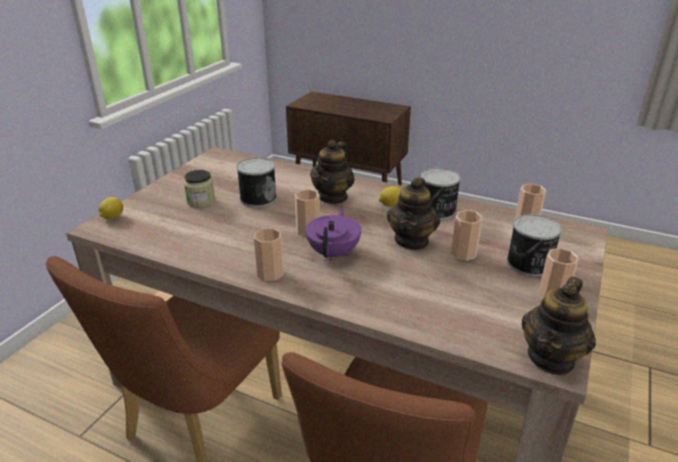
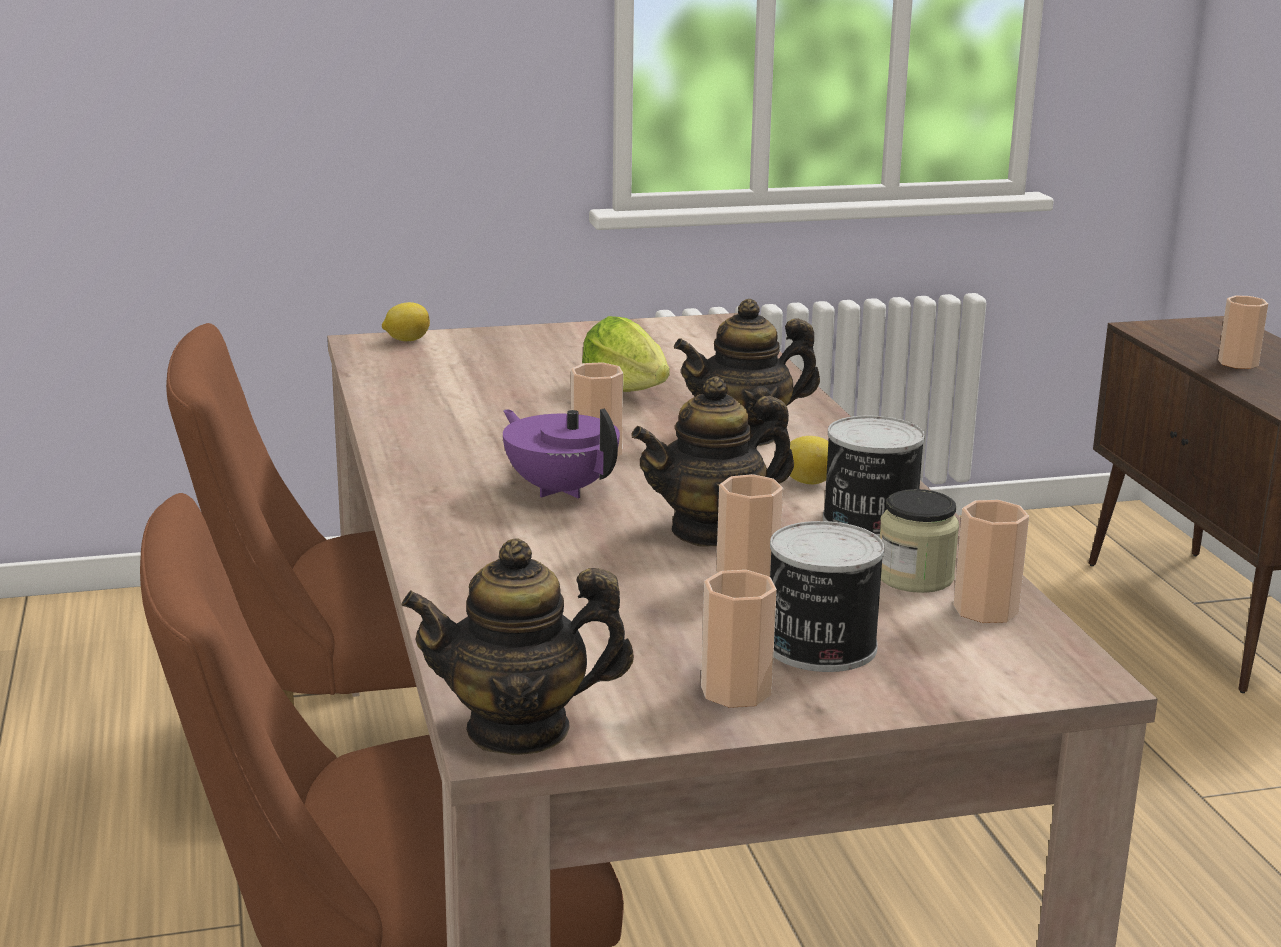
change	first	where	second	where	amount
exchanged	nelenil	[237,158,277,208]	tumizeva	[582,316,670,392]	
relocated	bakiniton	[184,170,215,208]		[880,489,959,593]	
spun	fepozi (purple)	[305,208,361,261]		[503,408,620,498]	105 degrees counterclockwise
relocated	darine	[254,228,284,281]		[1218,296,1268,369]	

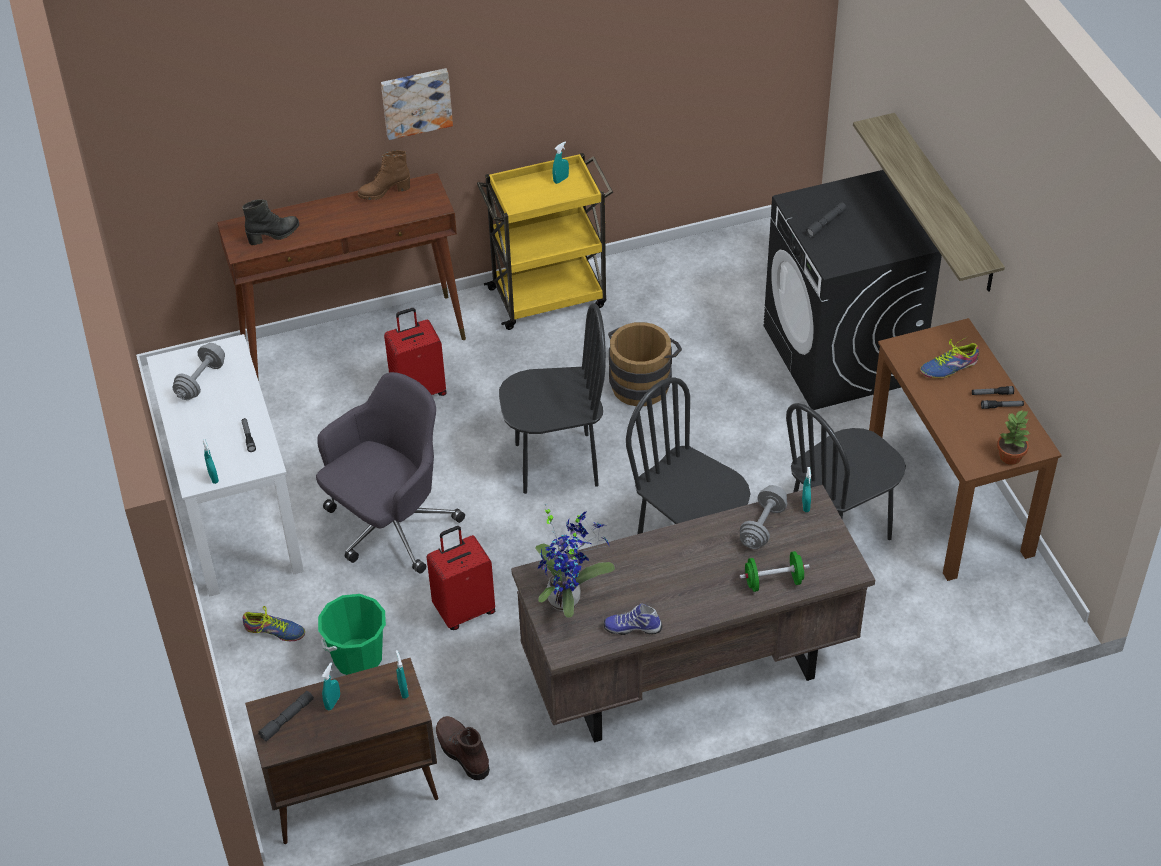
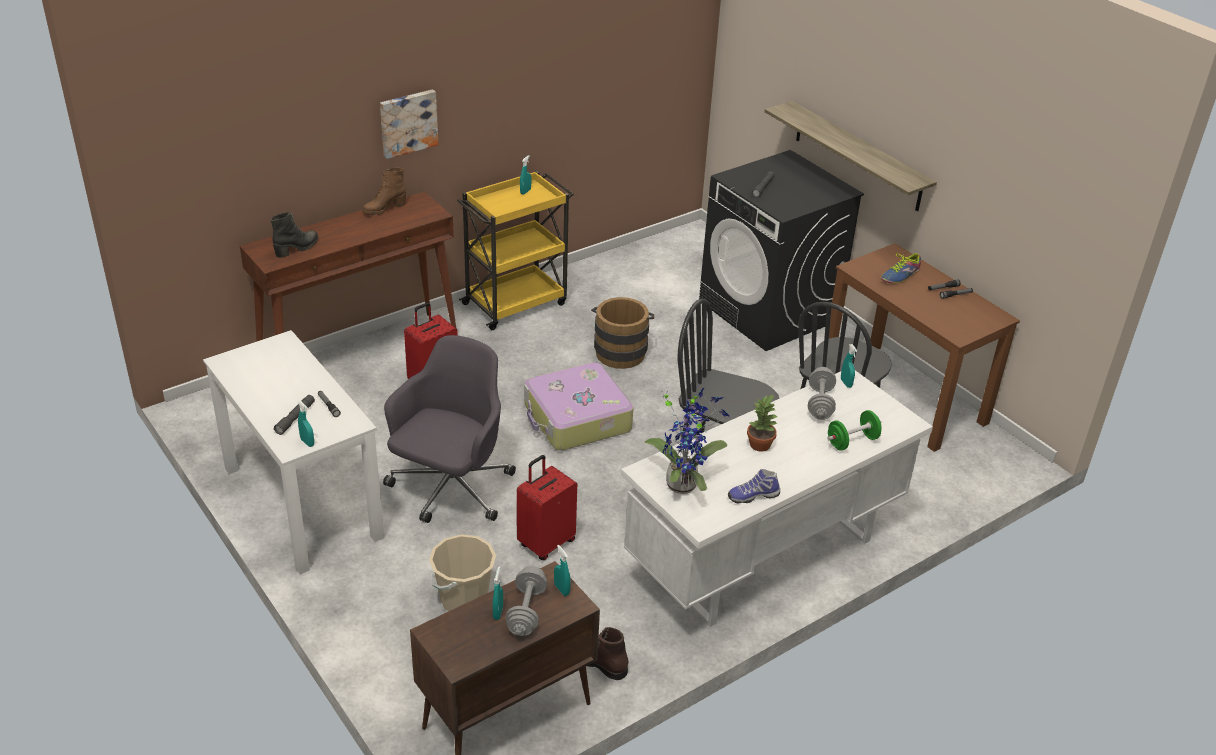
change	first	where	second	where	amount
exchanged	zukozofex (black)	[499,303,606,494]	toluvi	[524,362,633,451]	
relocated	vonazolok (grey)	[173,343,225,400]		[505,566,547,636]	
relocated	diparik	[997,409,1031,465]		[747,394,778,452]	
colour	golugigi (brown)	[511,485,875,742]	golugigi (white)	[621,370,933,627]	
colour	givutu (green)	[318,594,386,675]	givutu (beige)	[429,534,496,611]	
missing	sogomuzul	[243,606,305,641]			
relocated	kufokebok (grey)	[258,691,314,741]		[274,395,315,435]	

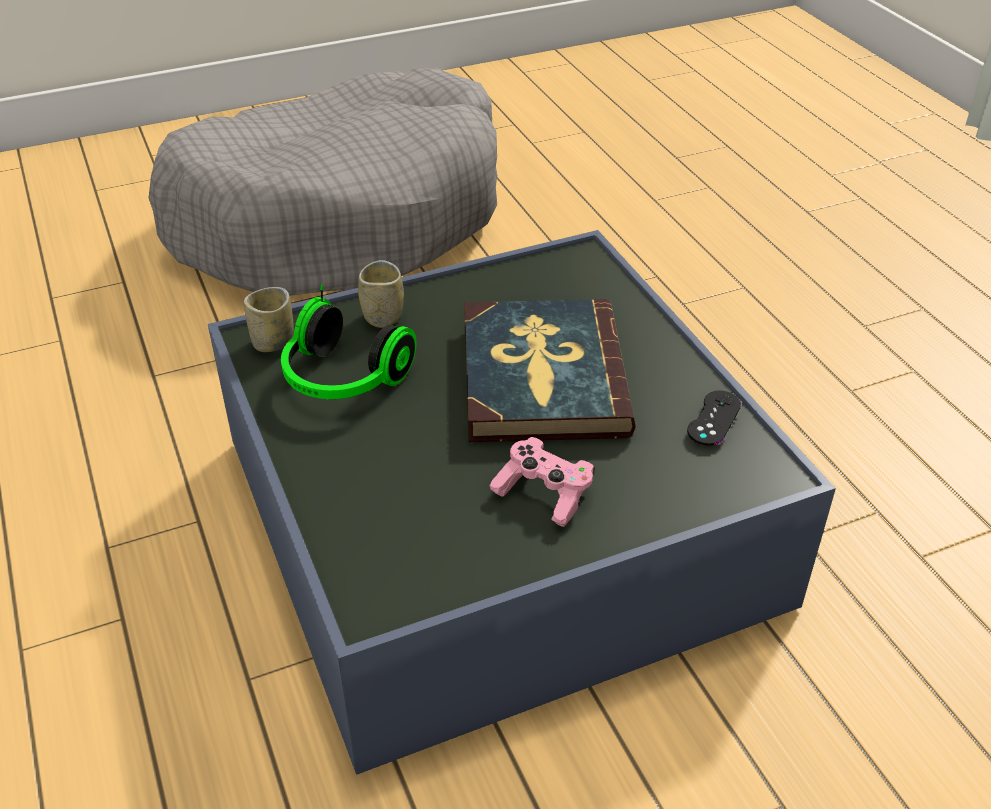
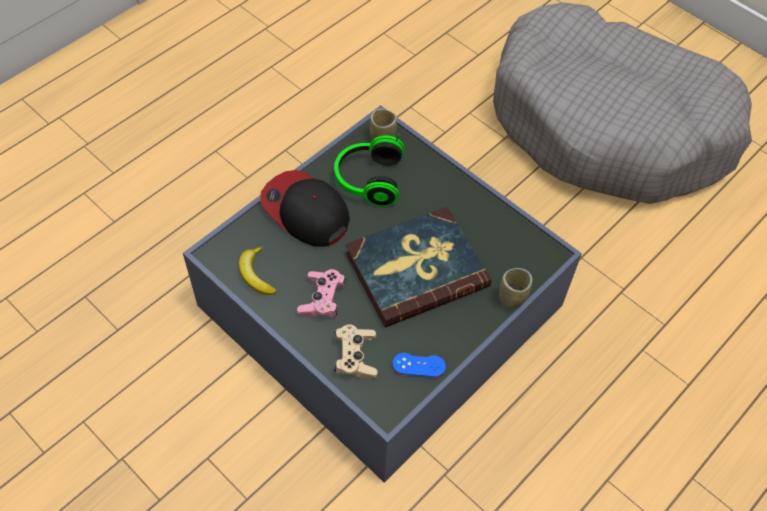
change	first	where	second	where	amount
relocated	darine	[358,260,404,328]		[499,268,532,307]	
colour	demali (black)	[687,391,741,446]	demali (blue)	[392,353,446,377]	
appeared			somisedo	[260,170,350,247]	
appeared			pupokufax	[239,246,276,295]	
appeared			demali (beige)	[334,324,377,379]	

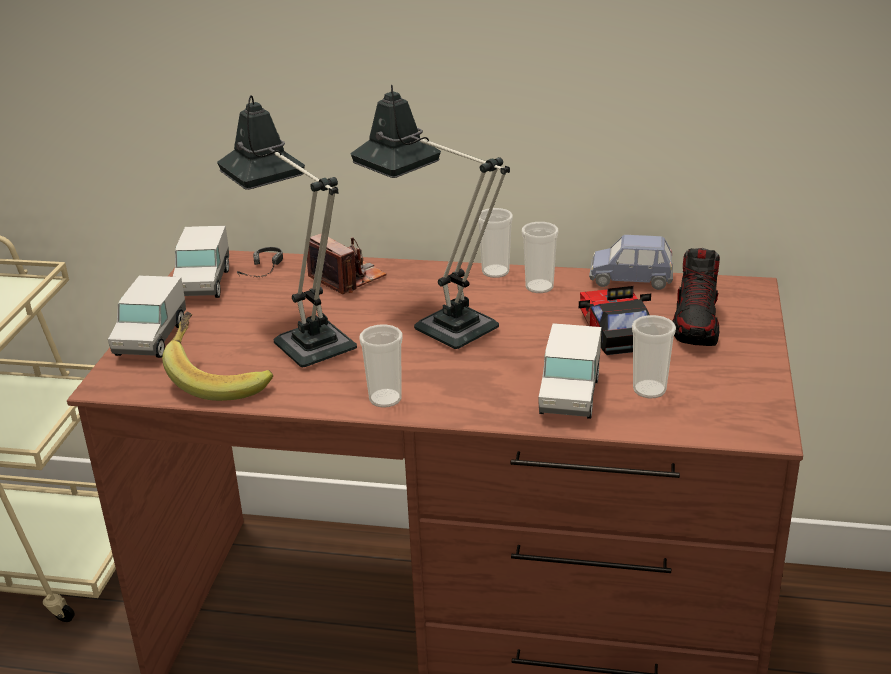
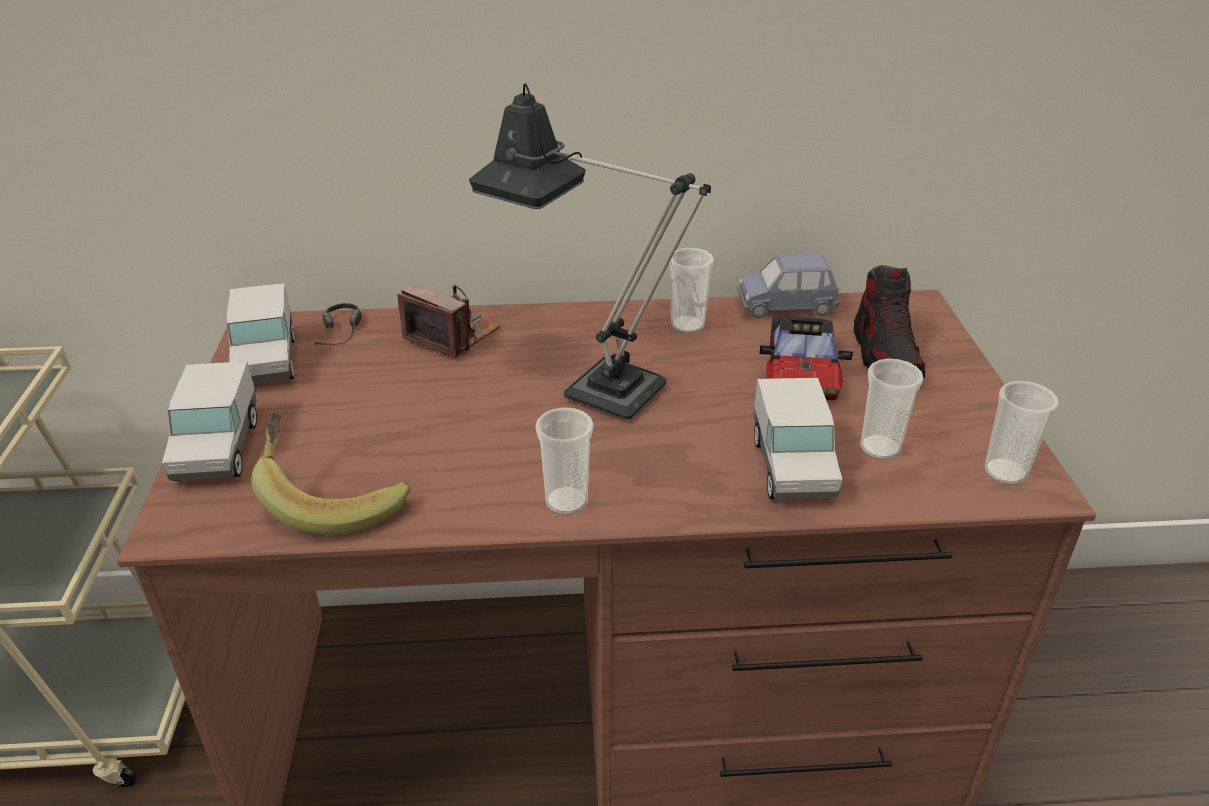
change	first	where	second	where	amount
missing	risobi	[217,95,357,367]			
relocated	darine	[478,208,513,278]		[985,381,1059,485]	
spun	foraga	[579,286,651,355]		[759,317,853,401]	150 degrees counterclockwise

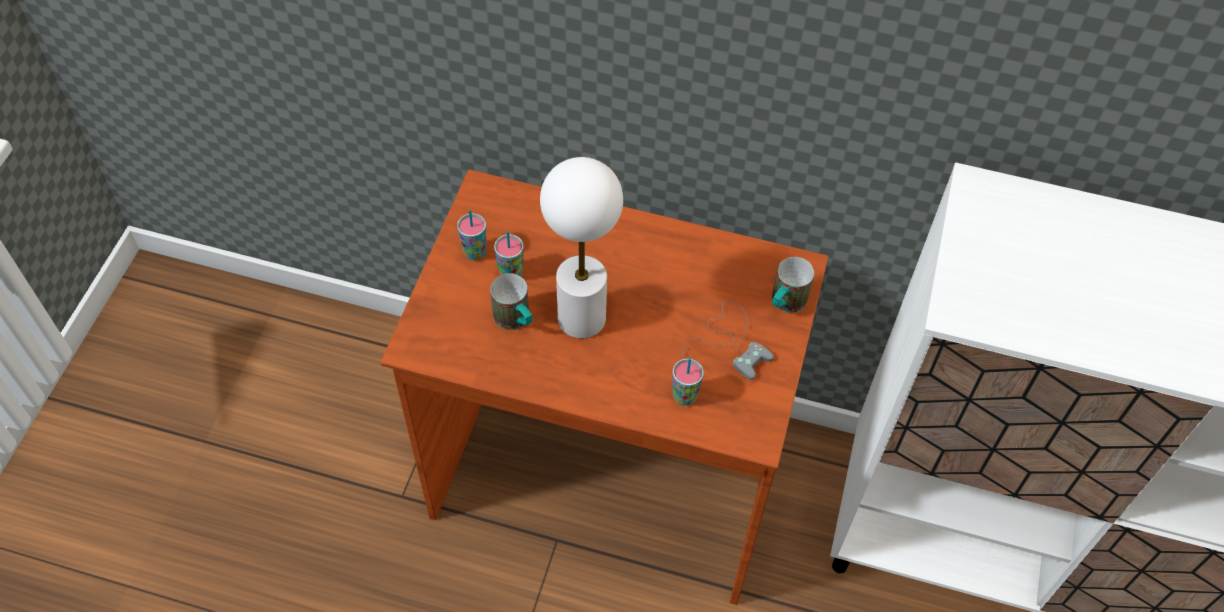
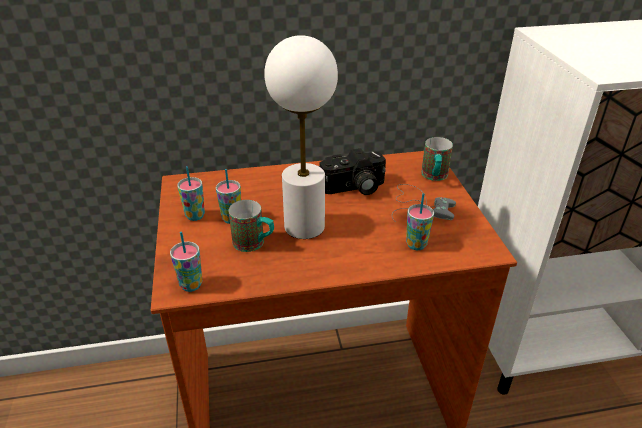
change	first	where	second	where	amount
appeared			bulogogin	[319,148,386,195]	
appeared			darine	[170,231,202,292]	

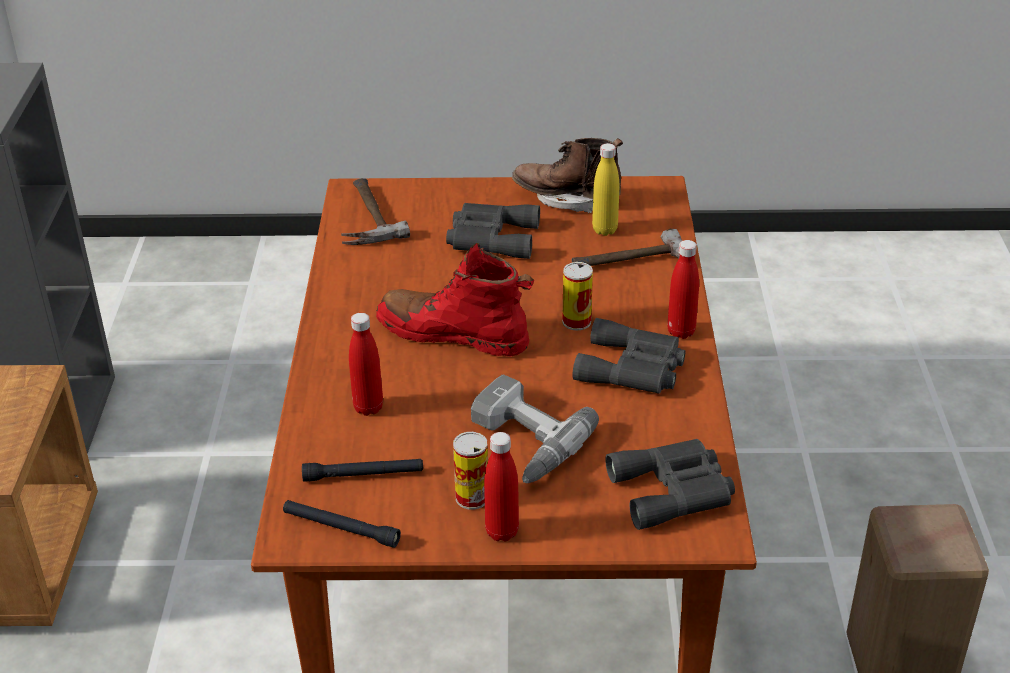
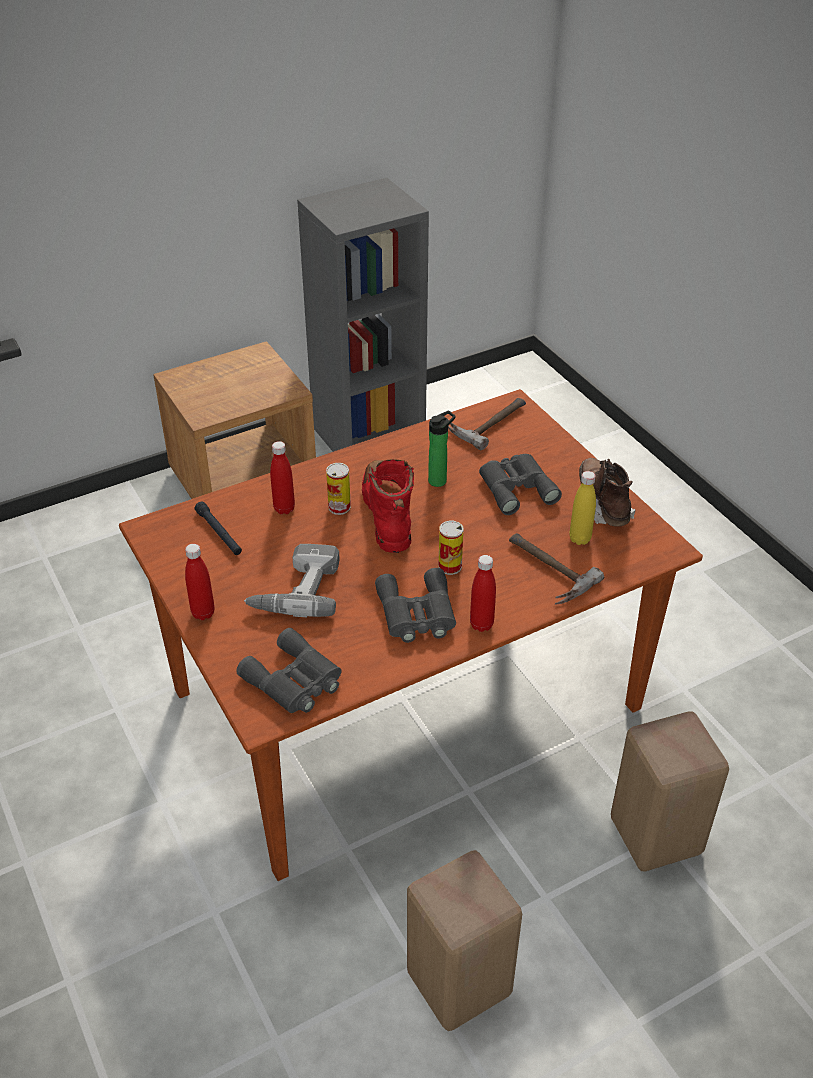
change	first	where	second	where	amount
relocated	nelenil	[453,432,488,510]		[326,463,351,515]	
missing	kufokebok (black)	[283,500,401,548]			
appeared			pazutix	[428,411,456,487]	
appeared			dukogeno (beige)	[611,711,729,871]	

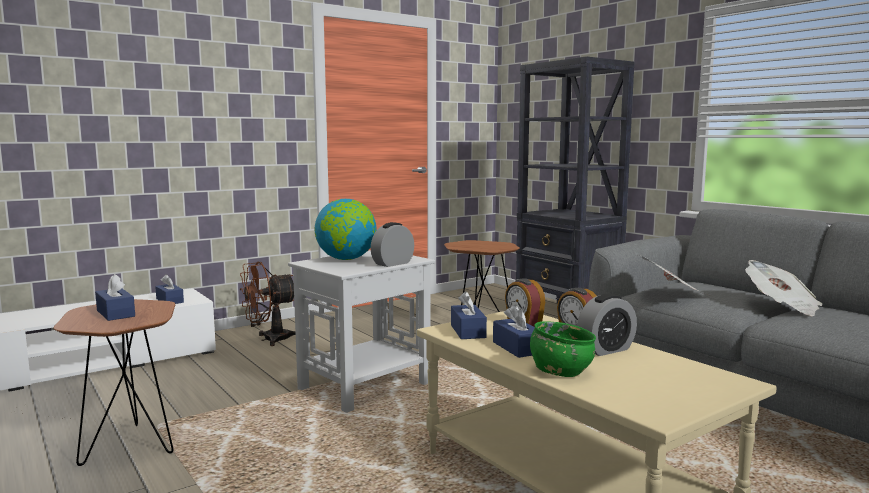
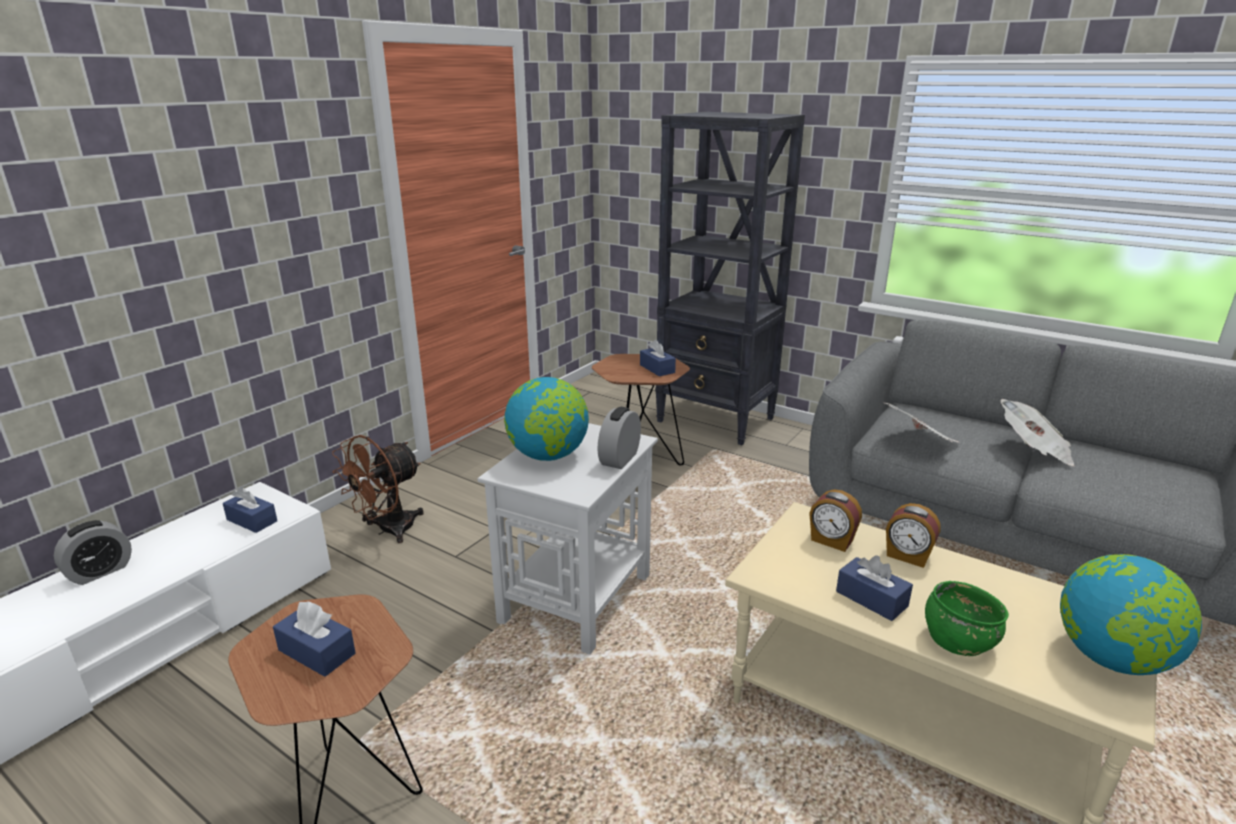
change	first	where	second	where	amount
relocated	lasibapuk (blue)	[451,291,487,339]		[640,340,676,376]	
relocated	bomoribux	[577,293,637,356]		[54,520,132,585]	
appeared			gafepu	[1060,554,1202,675]	

